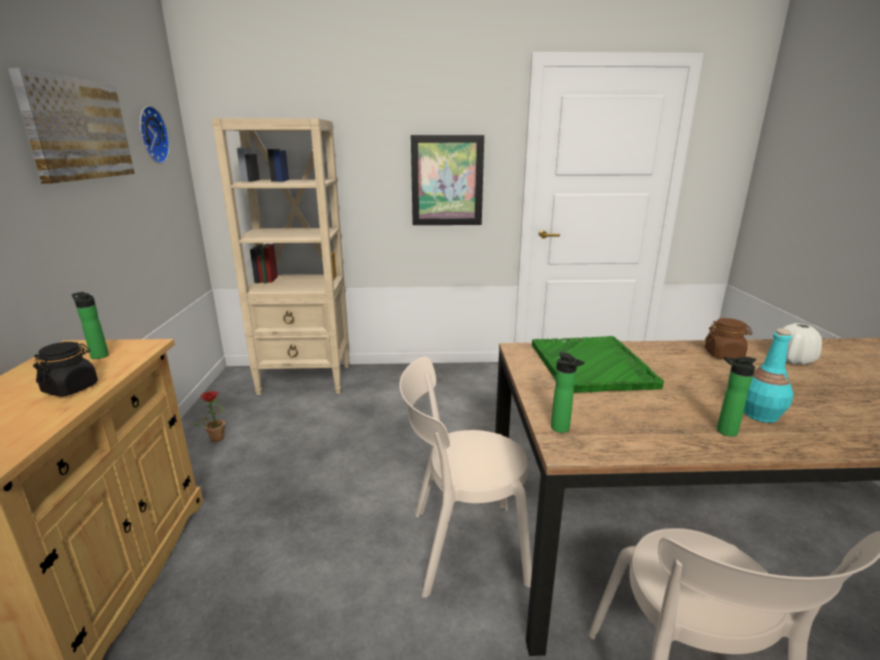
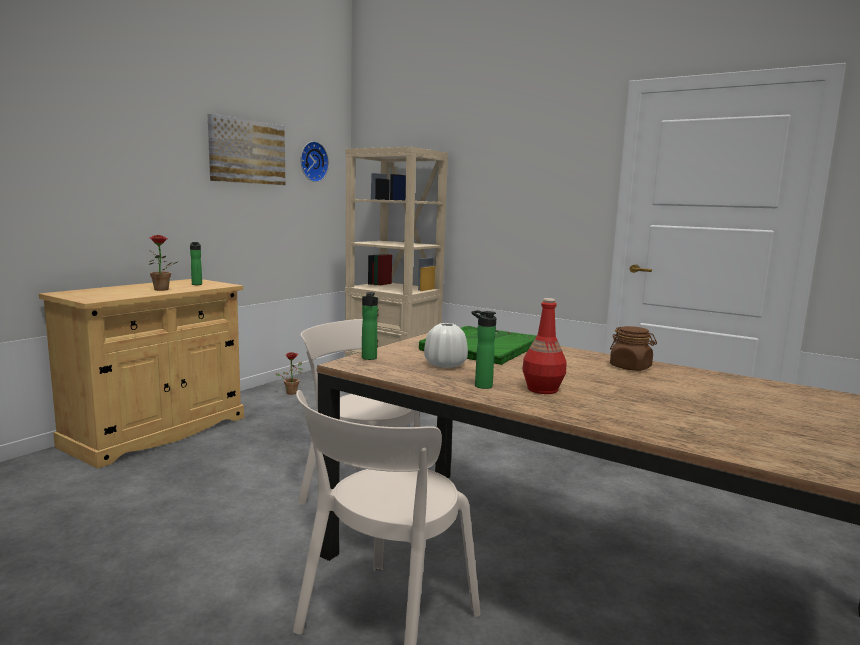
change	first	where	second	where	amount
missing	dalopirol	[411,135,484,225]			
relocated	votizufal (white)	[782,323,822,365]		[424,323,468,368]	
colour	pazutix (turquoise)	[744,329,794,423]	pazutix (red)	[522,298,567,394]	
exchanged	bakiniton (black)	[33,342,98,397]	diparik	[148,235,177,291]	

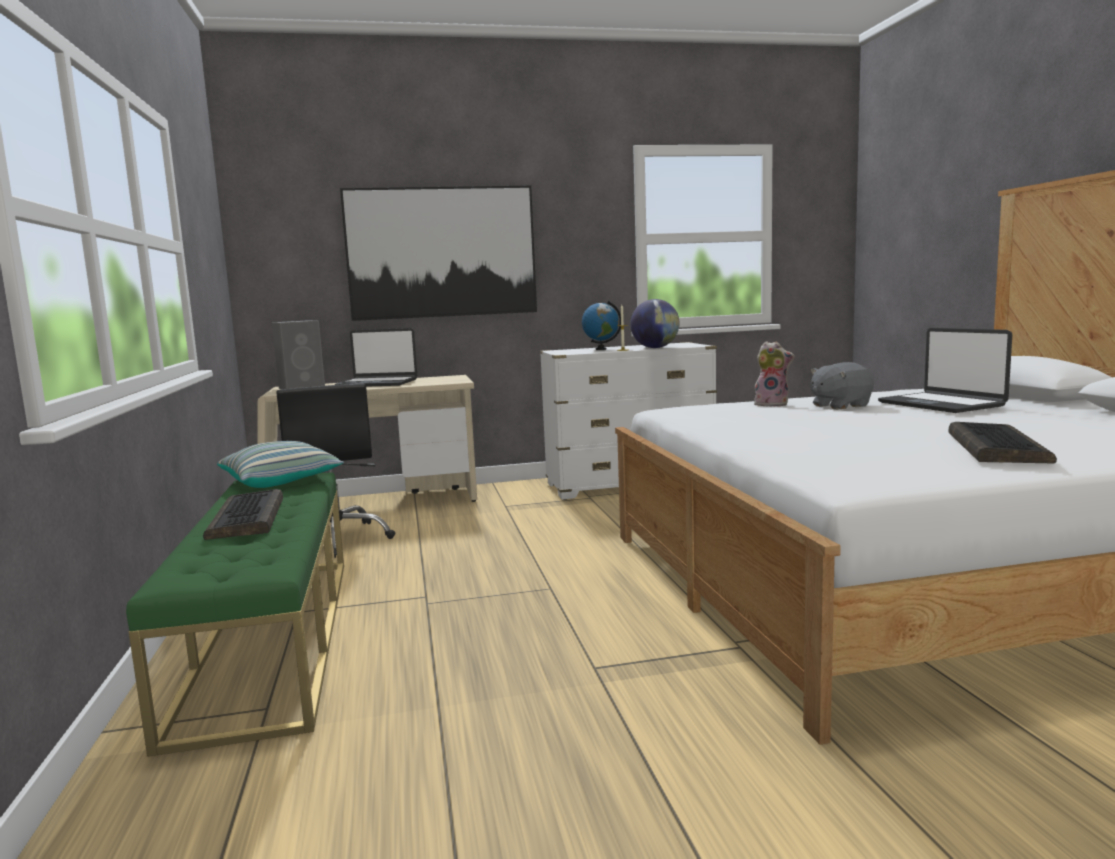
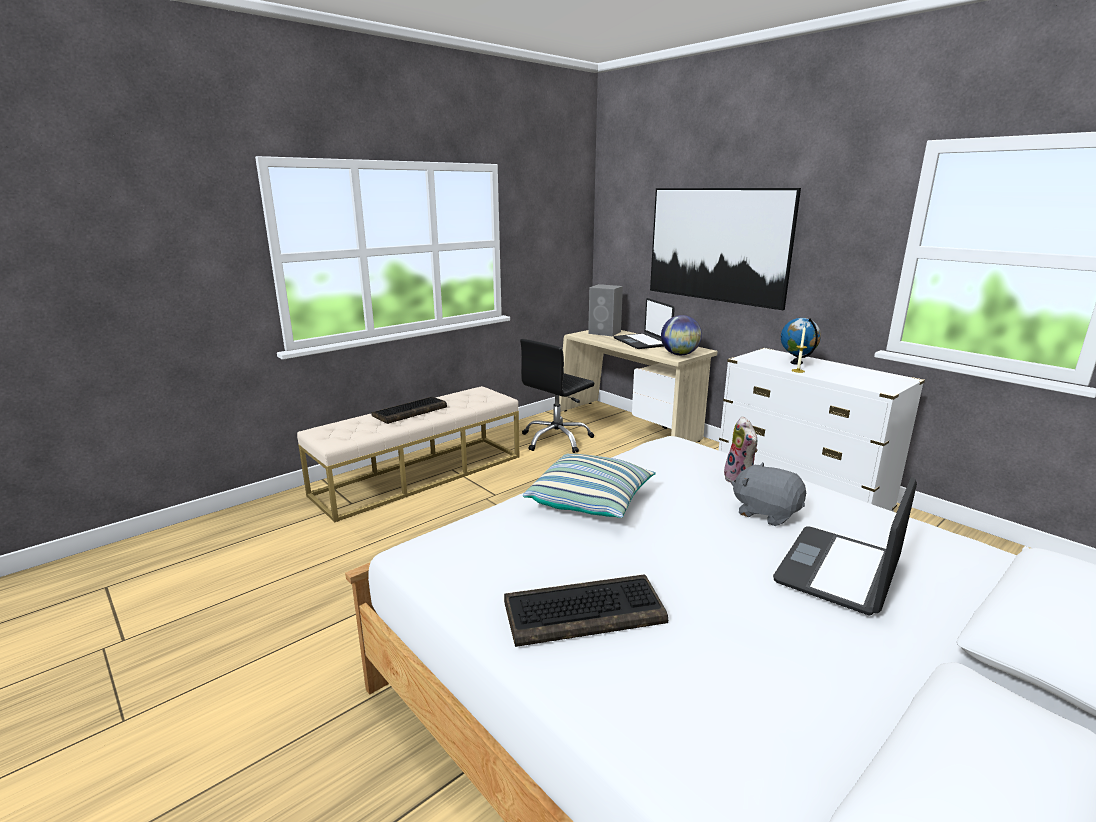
change	first	where	second	where	amount
relocated	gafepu	[630,299,680,348]		[661,315,702,355]	
relocated	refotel	[217,441,344,488]		[523,454,656,518]	
colour	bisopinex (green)	[126,473,344,757]	bisopinex (beige)	[297,386,519,522]	

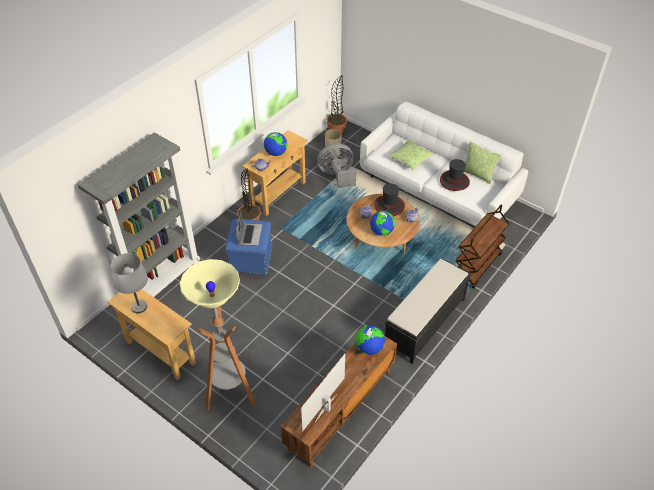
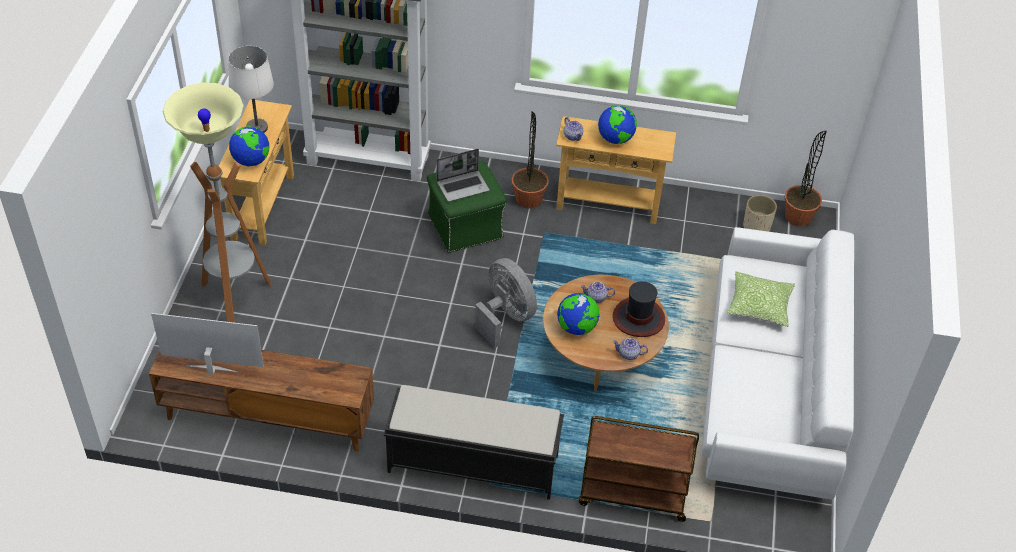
change	first	where	second	where	amount
missing	refotel	[464,142,501,184]			
relocated	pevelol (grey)	[317,143,356,188]		[475,258,537,348]	
missing	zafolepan	[440,159,470,191]			
colour	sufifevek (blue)	[225,219,273,275]	sufifevek (green)	[427,161,507,253]	
relocated	gafepu	[355,325,385,355]		[229,126,269,166]	

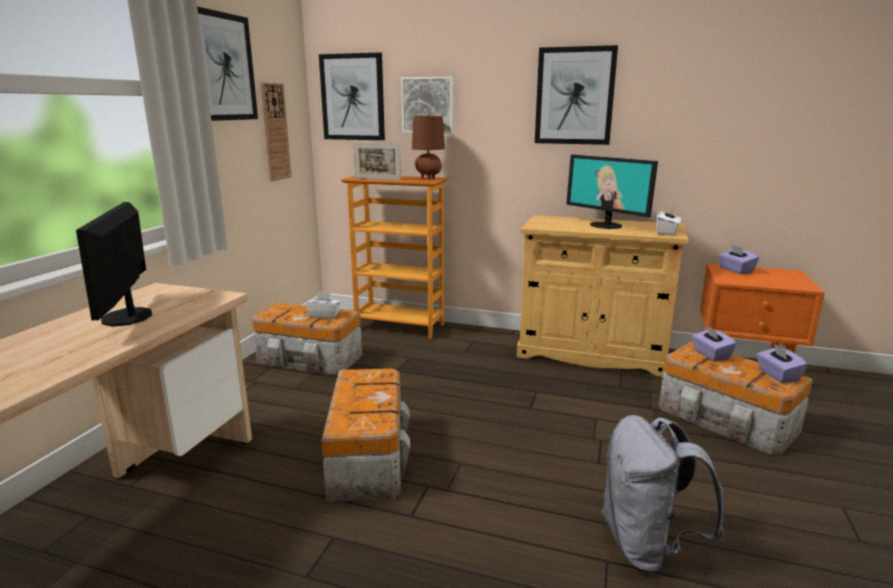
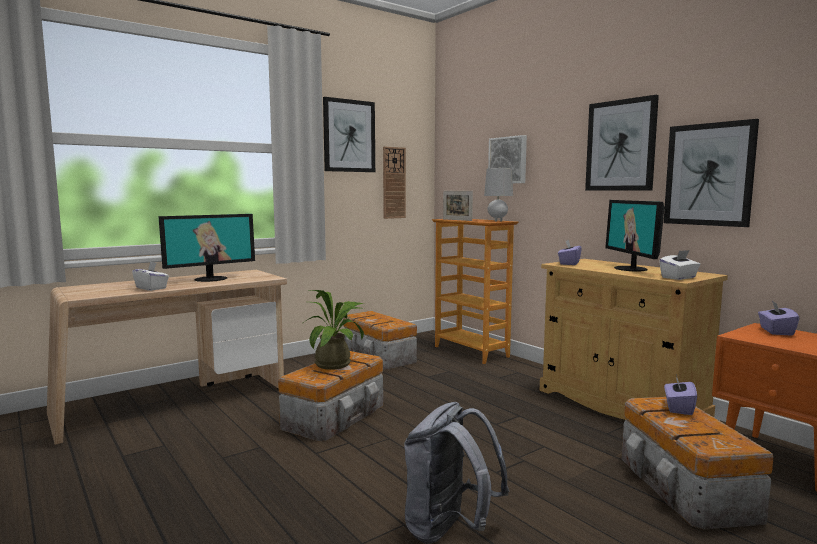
change	first	where	second	where	amount
relocated	dalopirol	[319,53,385,140]		[664,119,759,227]	
colour	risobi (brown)	[412,115,445,179]	risobi (grey)	[484,168,513,222]	
spun	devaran	[76,202,152,327]		[158,214,255,282]	150 degrees counterclockwise
relocated	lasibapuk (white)	[305,291,341,318]		[132,261,169,291]	
relocated	lasibapuk (purple)	[757,343,808,383]		[558,240,582,265]	
appeared			diparik	[303,290,364,370]	

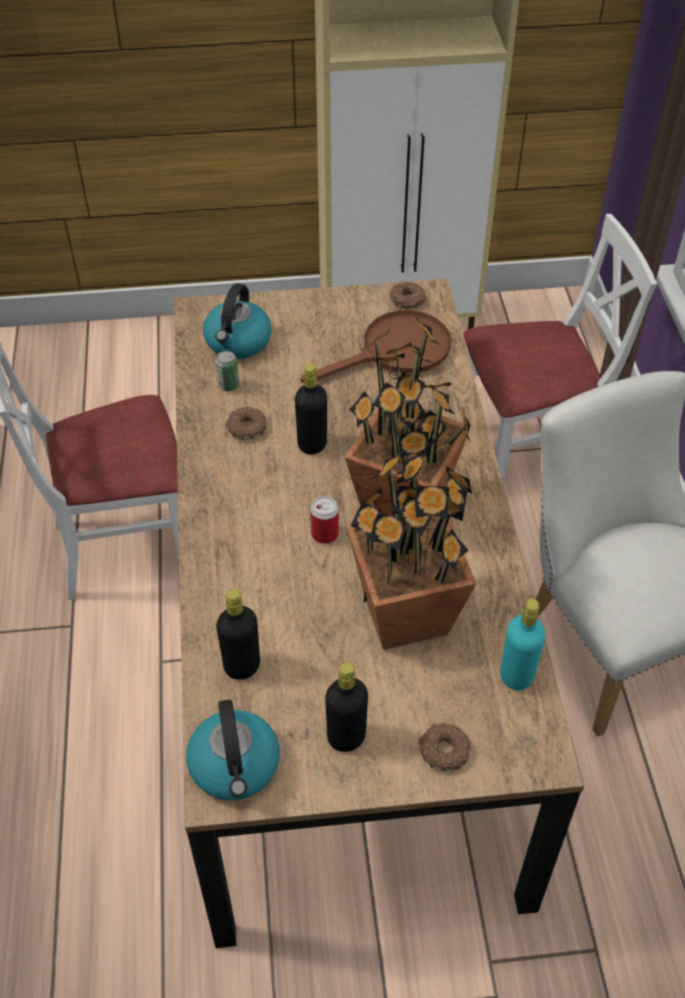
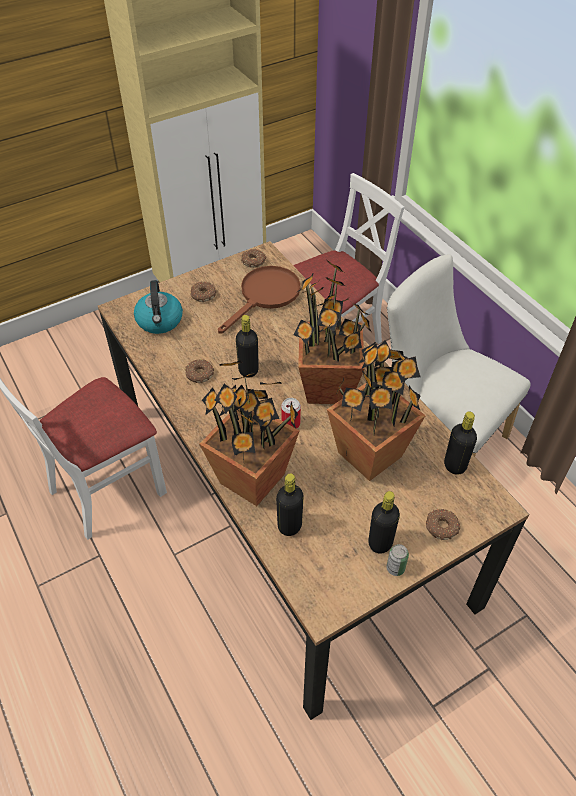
change	first	where	second	where	amount
relocated	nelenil	[216,351,239,391]		[387,544,409,576]	
colour	pazutix (turquoise)	[500,599,545,690]	pazutix (black)	[444,411,477,475]	
missing	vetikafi	[186,699,280,800]			
appeared			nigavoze	[190,281,216,302]	
appeared			diparik	[199,360,300,506]	

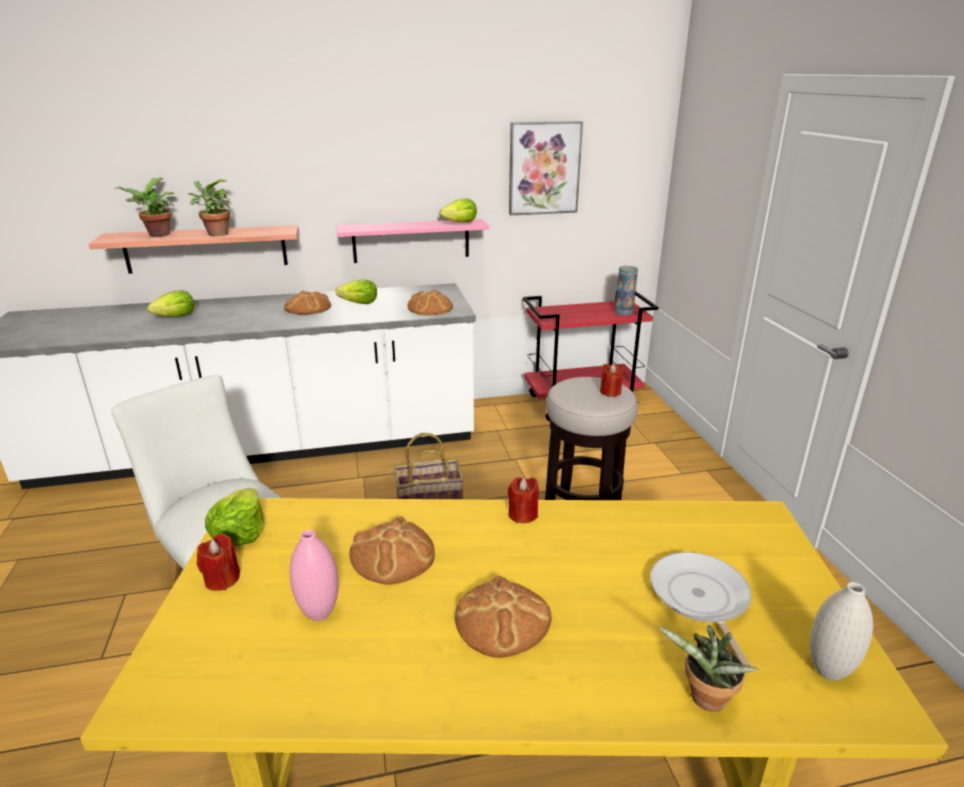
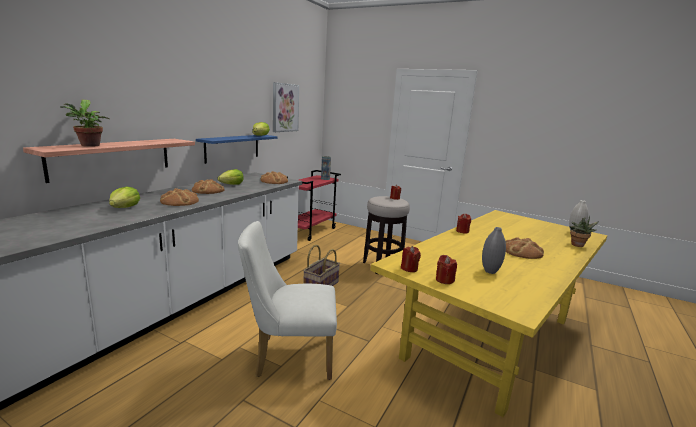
change	first	where	second	where	amount
missing	diparik	[188,179,232,236]			
colour	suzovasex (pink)	[336,219,489,263]	suzovasex (blue)	[196,135,277,164]	
exchanged	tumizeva	[205,488,264,546]	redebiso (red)	[401,246,421,272]	
relocated	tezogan	[349,516,435,585]		[160,188,199,206]	
colour	votizufal (pink)	[290,530,338,621]	votizufal (grey)	[482,227,506,274]	
missing	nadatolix	[650,552,752,666]			

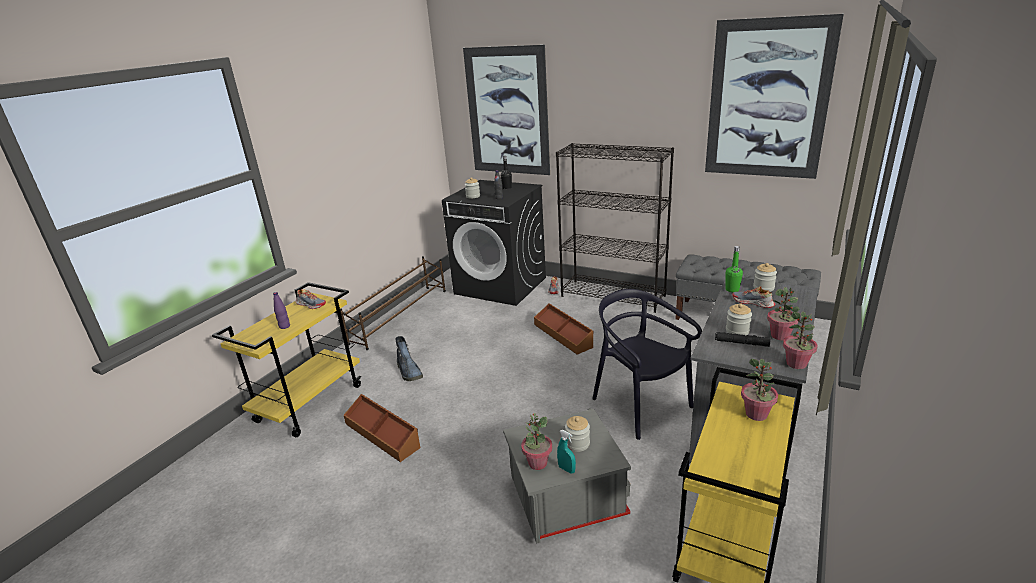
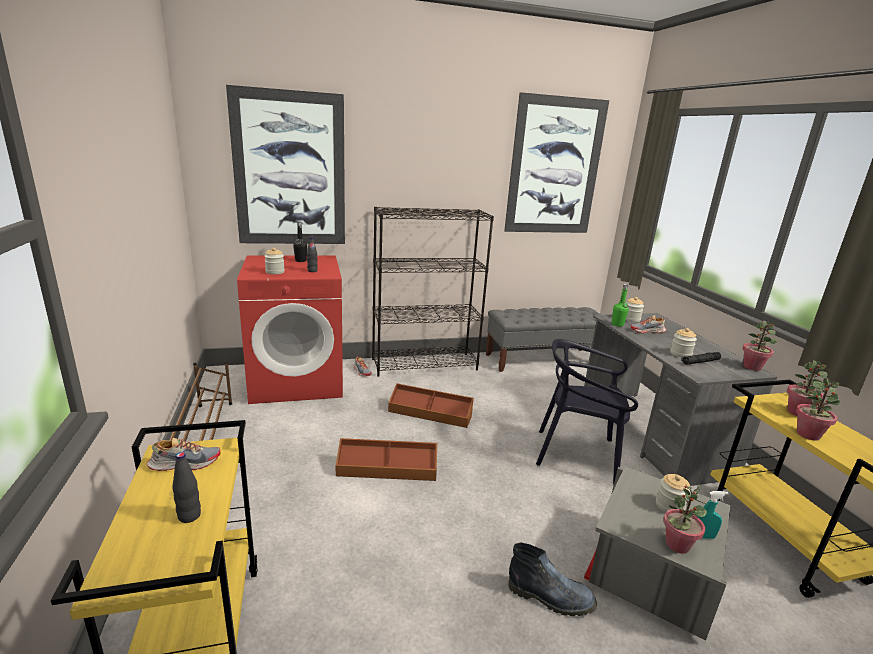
change	first	where	second	where	amount
colour	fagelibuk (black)	[442,180,546,306]	fagelibuk (red)	[237,255,343,404]	
relocated	diparik	[767,287,799,340]		[796,378,840,441]	
colour	pazutix (purple)	[273,292,290,329]	pazutix (black)	[172,452,201,523]	
relocated	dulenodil	[395,336,423,381]		[508,542,597,616]	
relocated	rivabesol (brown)	[344,394,420,462]		[336,438,437,481]	

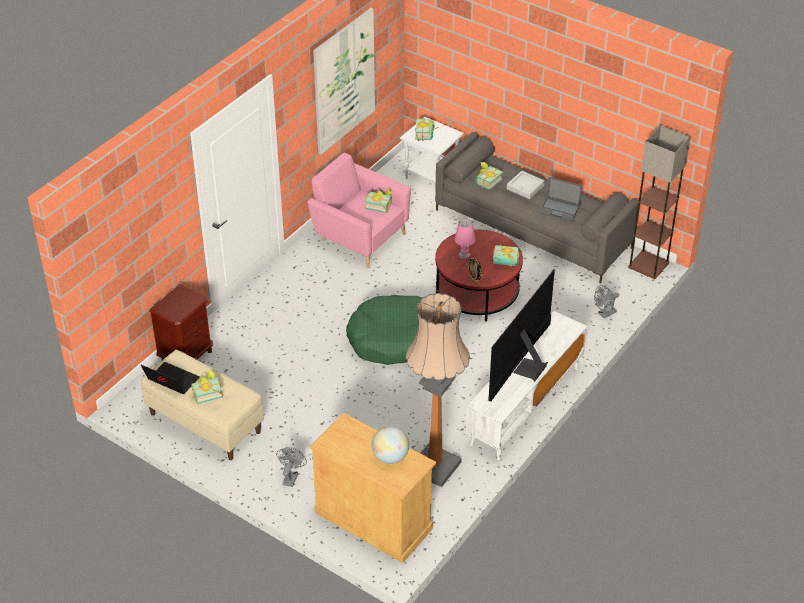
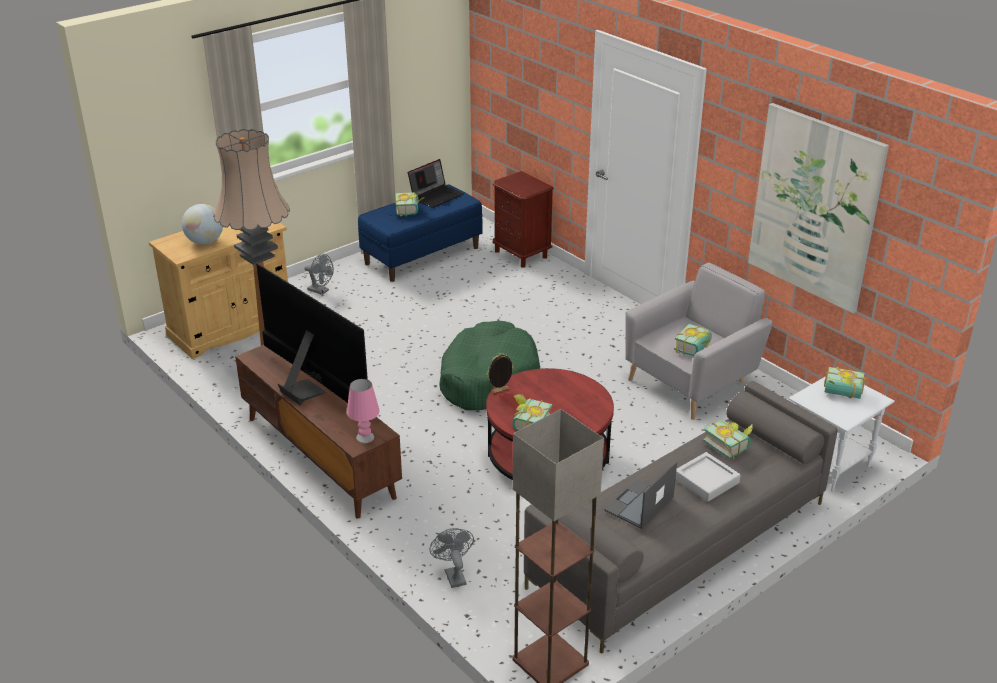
change	first	where	second	where	amount
colour	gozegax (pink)	[307,153,411,268]	gozegax (grey)	[625,263,773,420]	
relocated	risobi (pink)	[455,219,476,259]		[347,379,379,443]	
colour	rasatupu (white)	[466,311,587,460]	rasatupu (brown)	[235,345,402,518]	
colour	bisopinex (beige)	[141,350,264,460]	bisopinex (blue)	[358,184,483,282]	

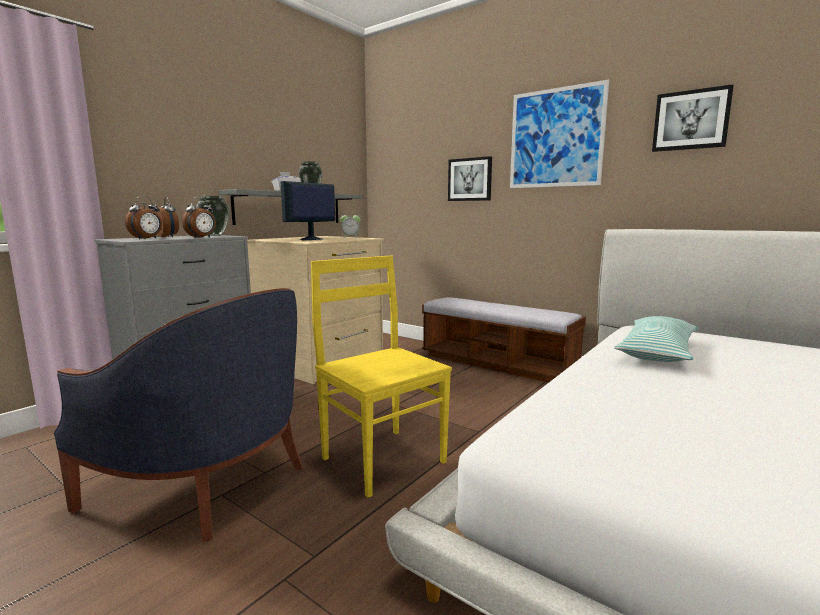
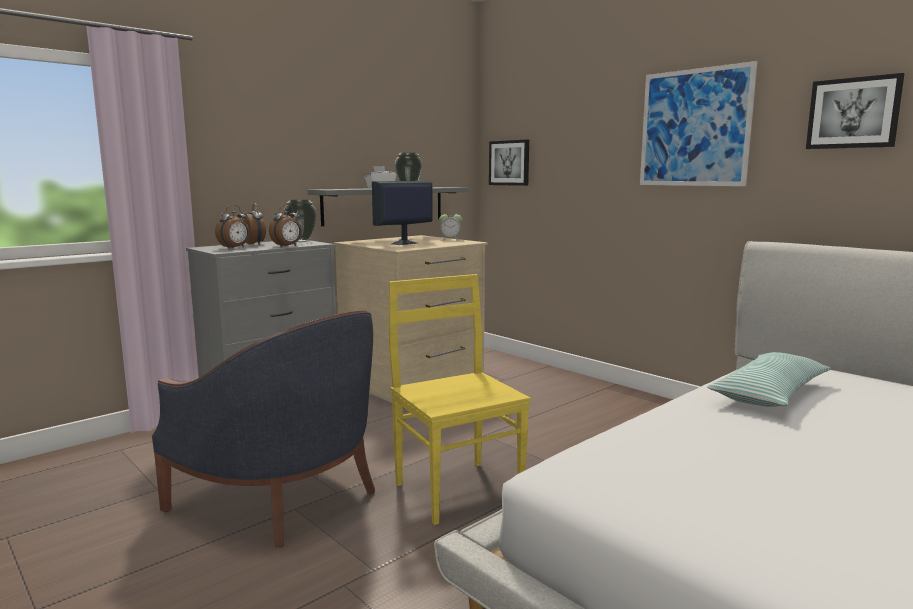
change	first	where	second	where	amount
relocated	dalopirol	[448,156,492,201]		[489,140,529,186]	
missing	bisopinex	[422,297,586,383]			

